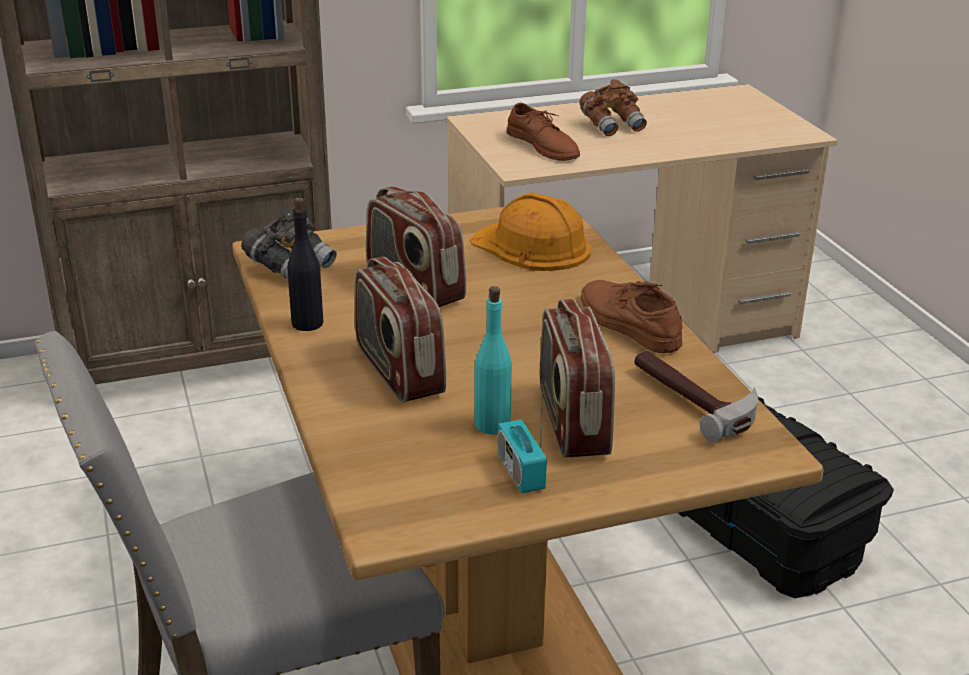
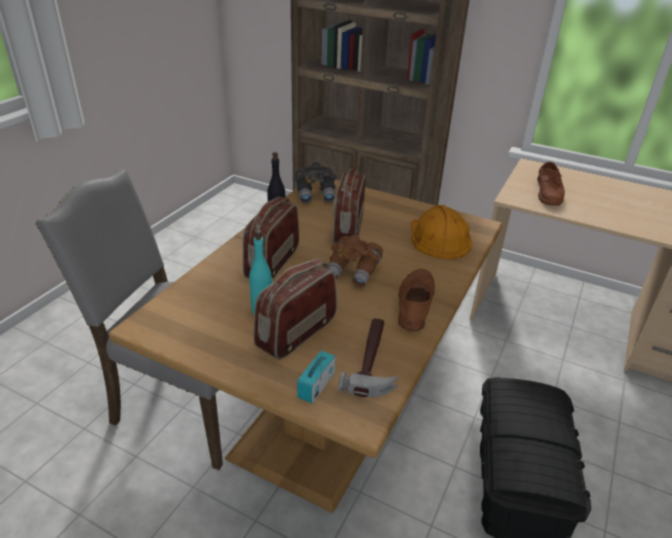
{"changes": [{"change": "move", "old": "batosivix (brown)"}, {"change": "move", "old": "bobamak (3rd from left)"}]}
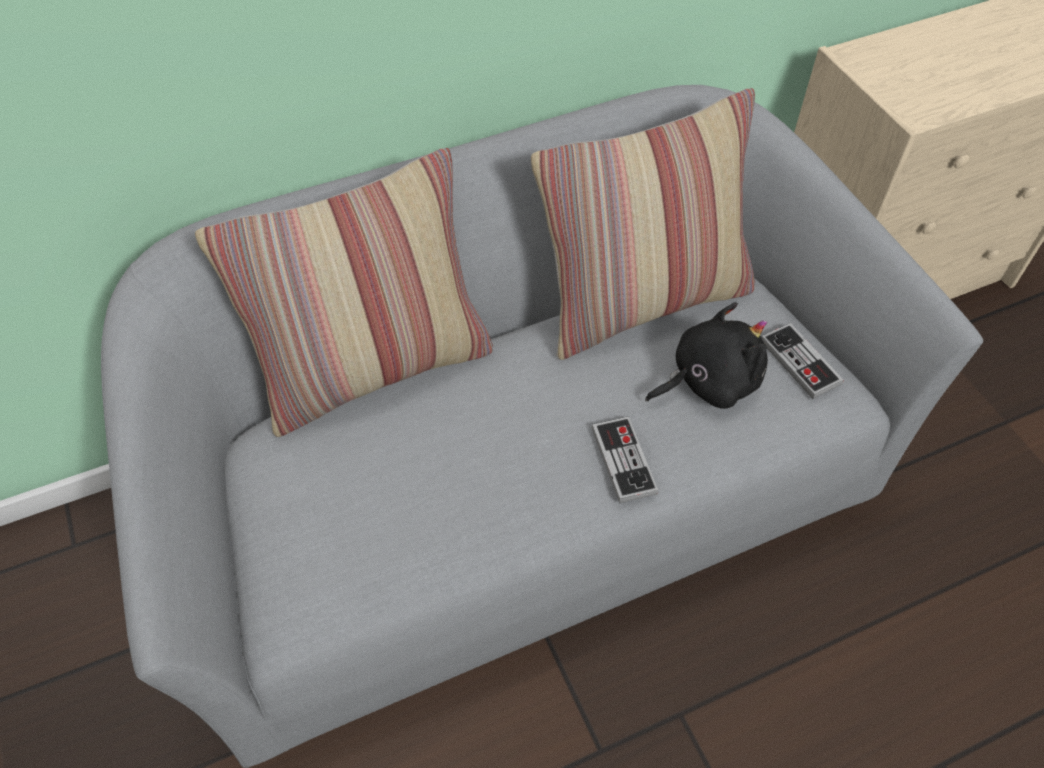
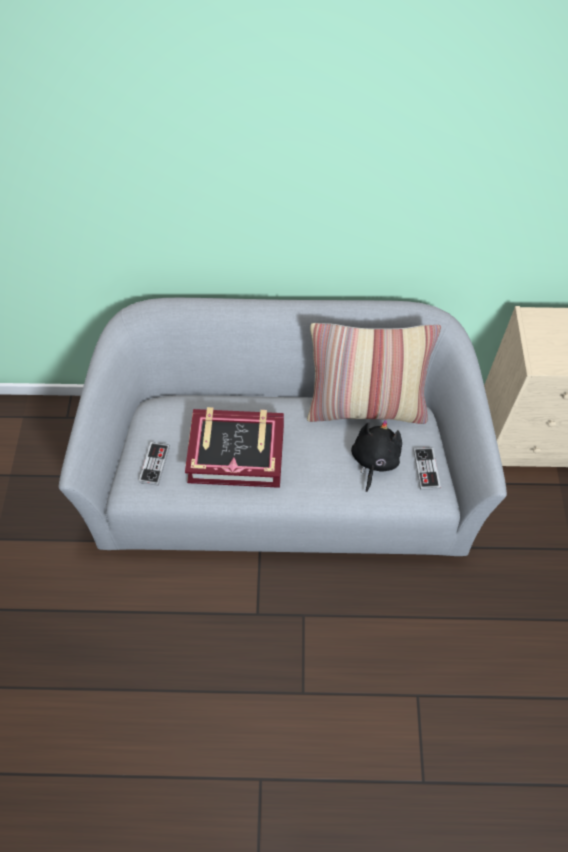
{"changes": [{"change": "delete", "old": "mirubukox (1st from left)"}, {"change": "rotate", "old": "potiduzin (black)", "degrees": -75}, {"change": "move", "old": "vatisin (1st from left)"}, {"change": "insert", "new": "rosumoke"}]}
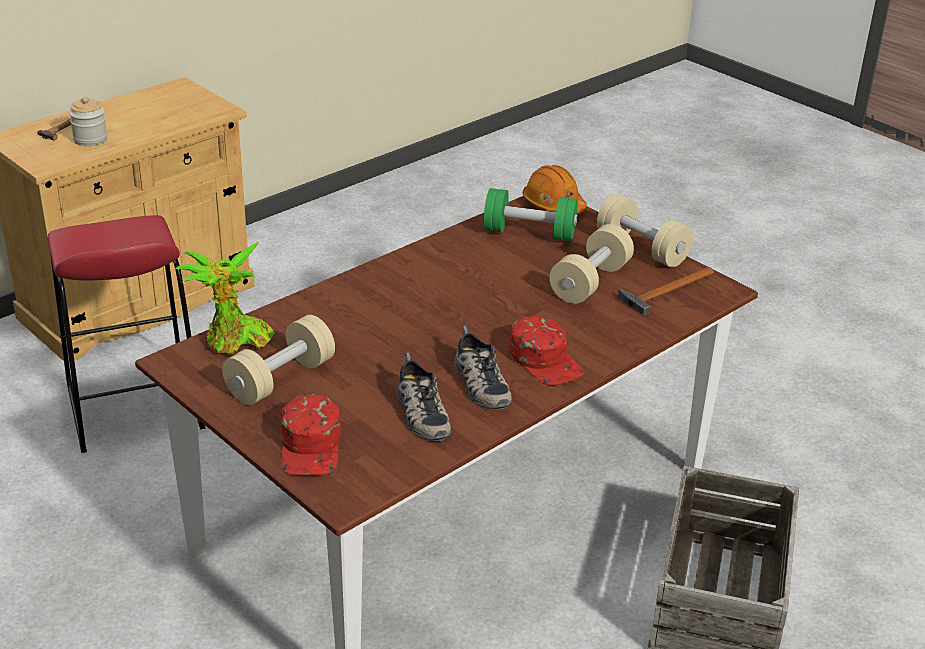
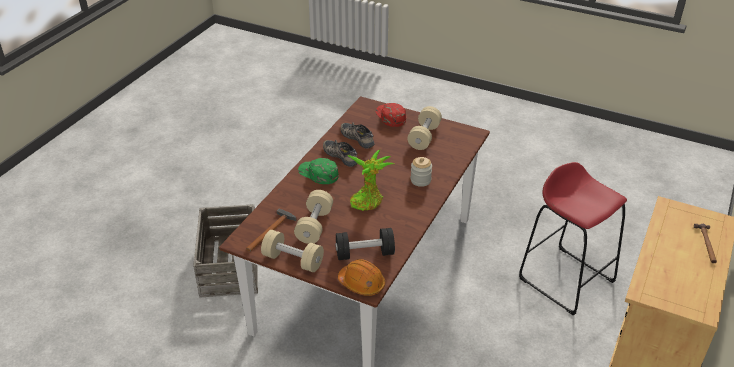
{"changes": [{"change": "move", "old": "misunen"}, {"change": "recolor", "old": "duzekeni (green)", "new": "duzekeni (black)"}, {"change": "move", "old": "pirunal"}, {"change": "recolor", "old": "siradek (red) (2nd from left)", "new": "siradek (green)"}]}
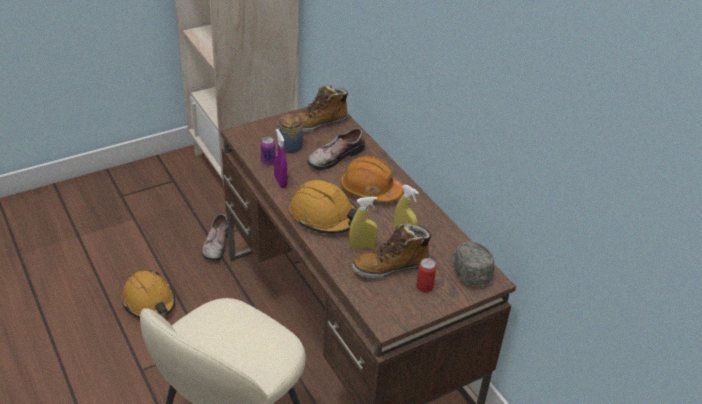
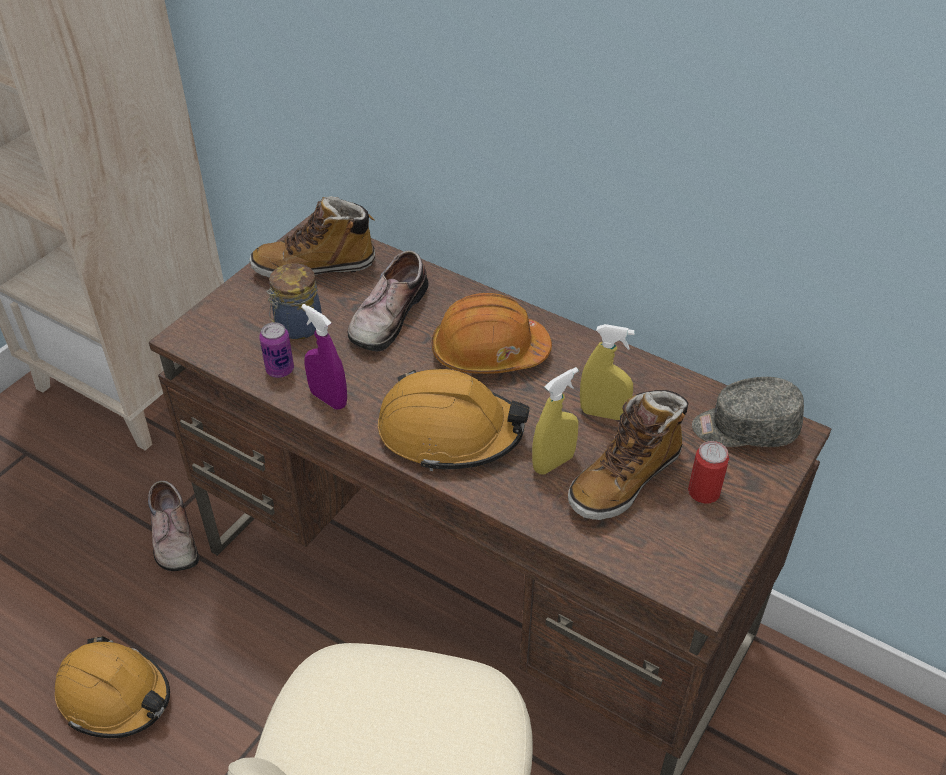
{"changes": [{"change": "rotate", "old": "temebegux (1st from left)", "degrees": 45}, {"change": "rotate", "old": "siradek (grey)", "degrees": -45}]}
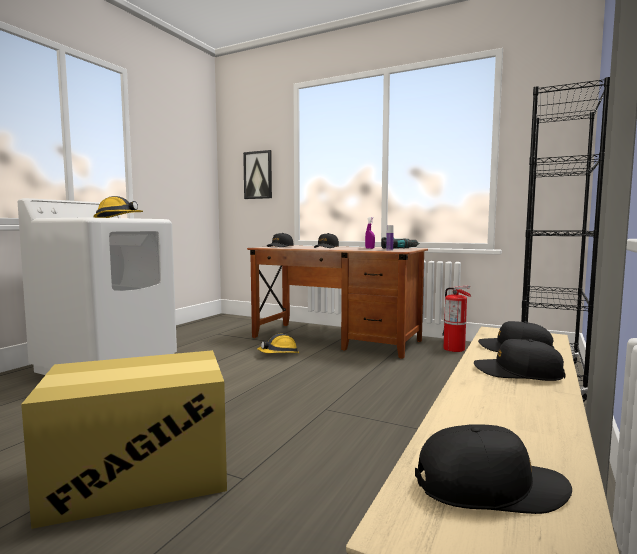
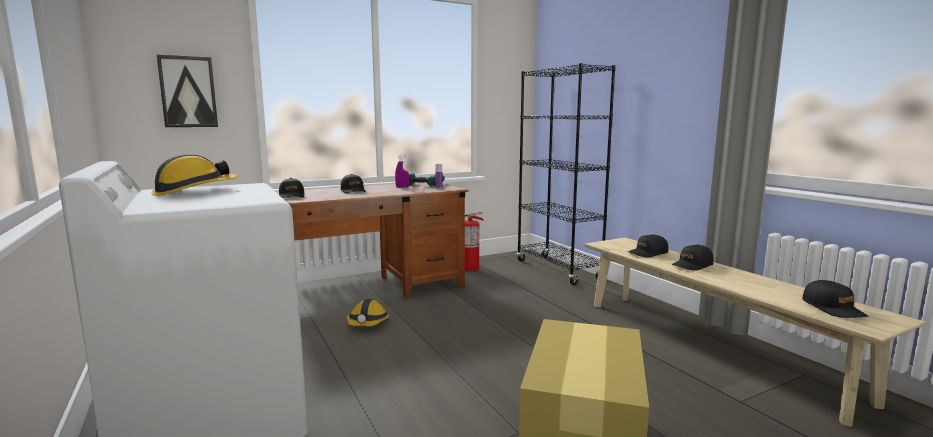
{"changes": [{"change": "rotate", "old": "siradek (black) (3rd from left in the first image)", "degrees": 135}]}
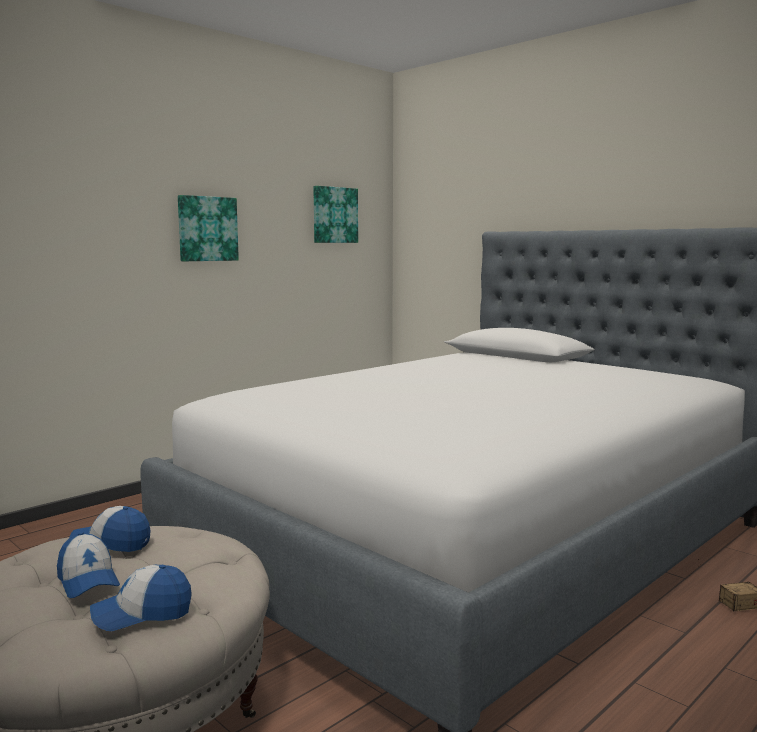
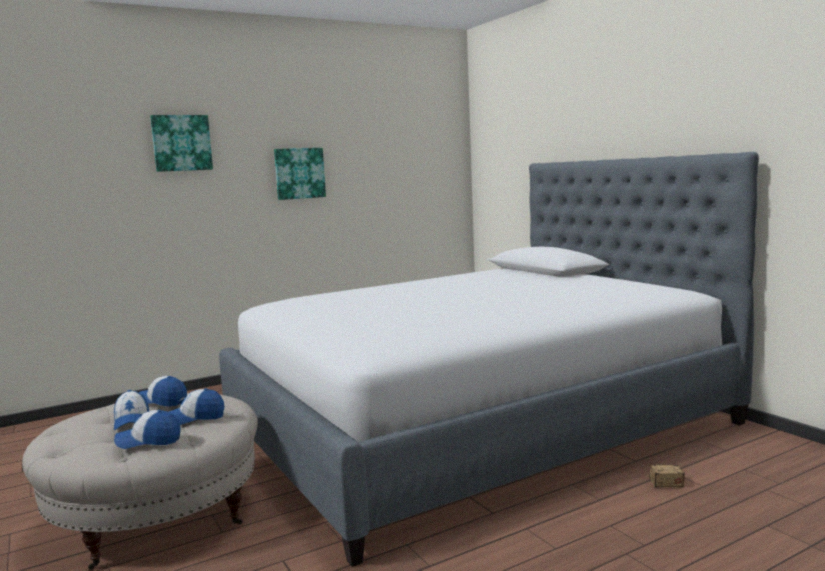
{"changes": [{"change": "move", "old": "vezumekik (2nd from left in the first image)", "new": "vezumekik (1st from left)"}, {"change": "insert", "new": "siradek (4th from left)"}]}
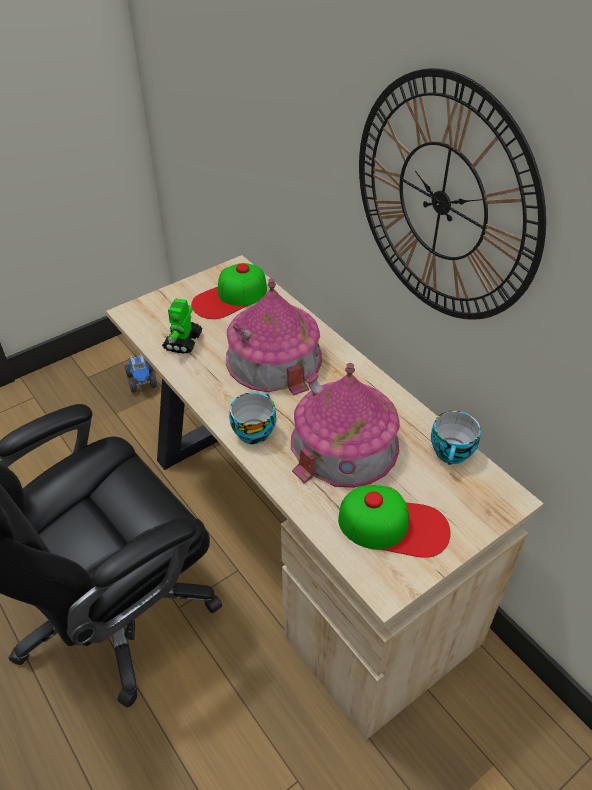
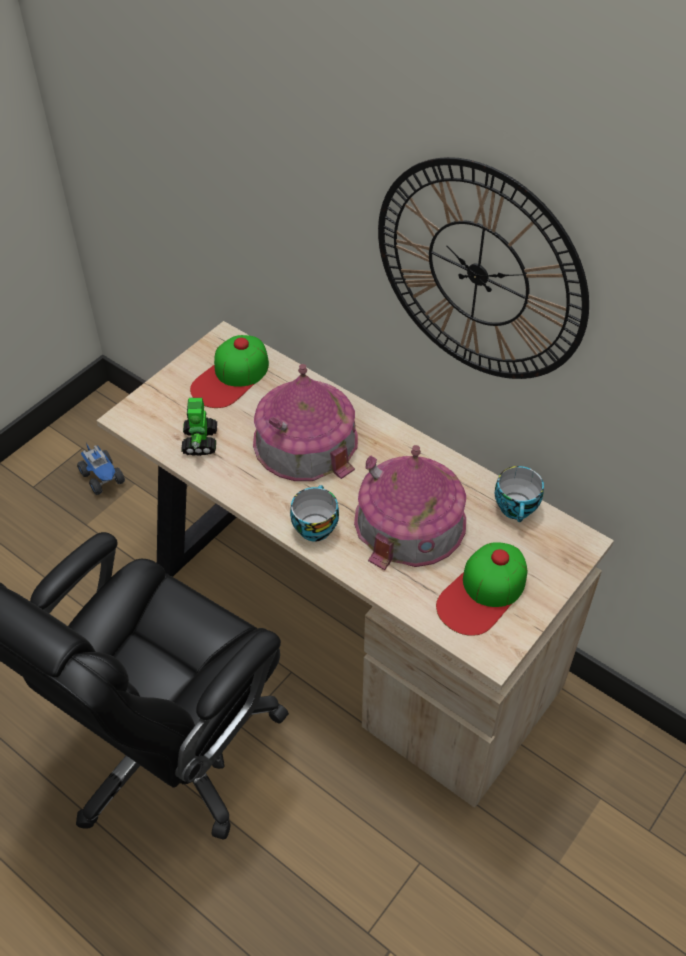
{"changes": [{"change": "rotate", "old": "siradek (2nd from left)", "degrees": 135}]}
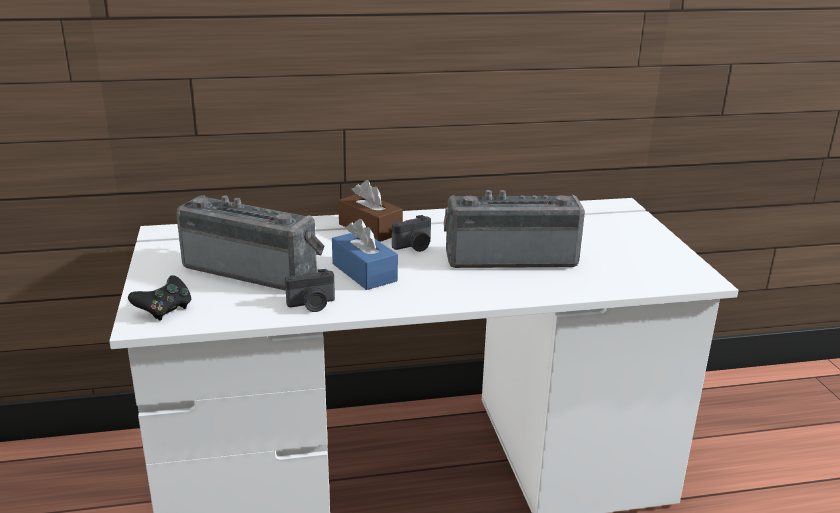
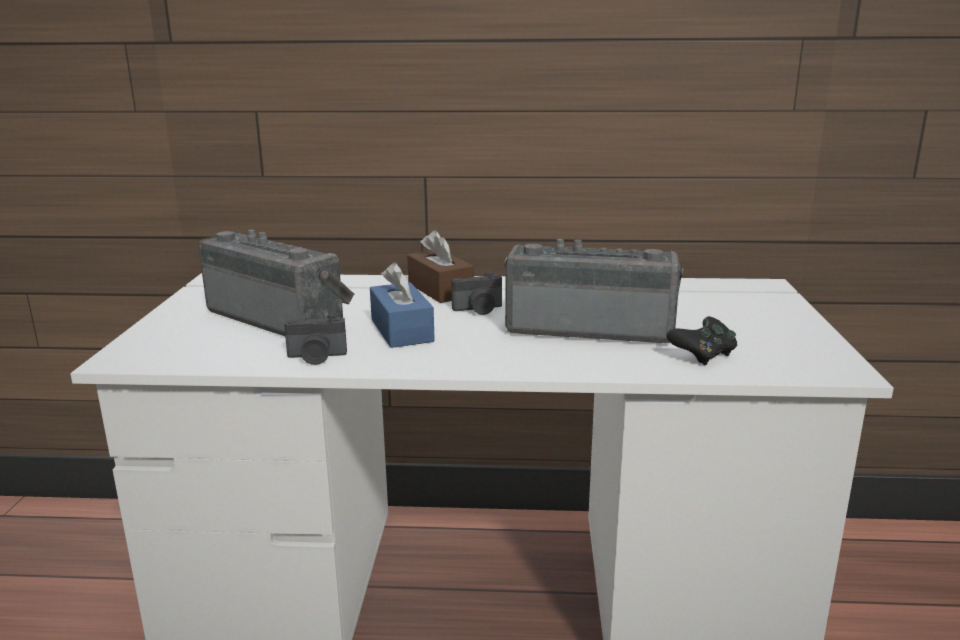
{"changes": [{"change": "move", "old": "vatisin (black)"}]}
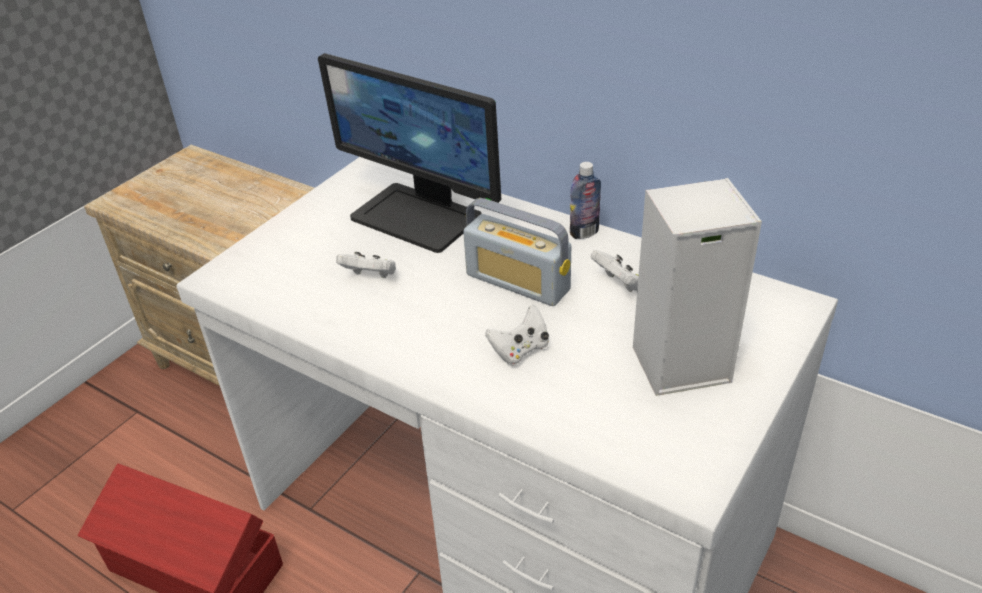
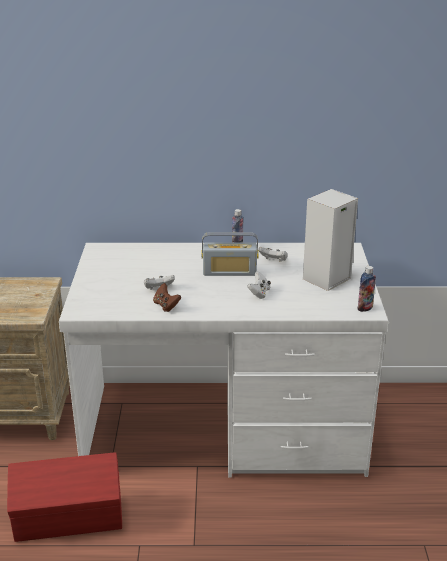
{"changes": [{"change": "delete", "old": "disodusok"}, {"change": "insert", "new": "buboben (2nd from left)"}, {"change": "insert", "new": "vatisin (brown)"}]}
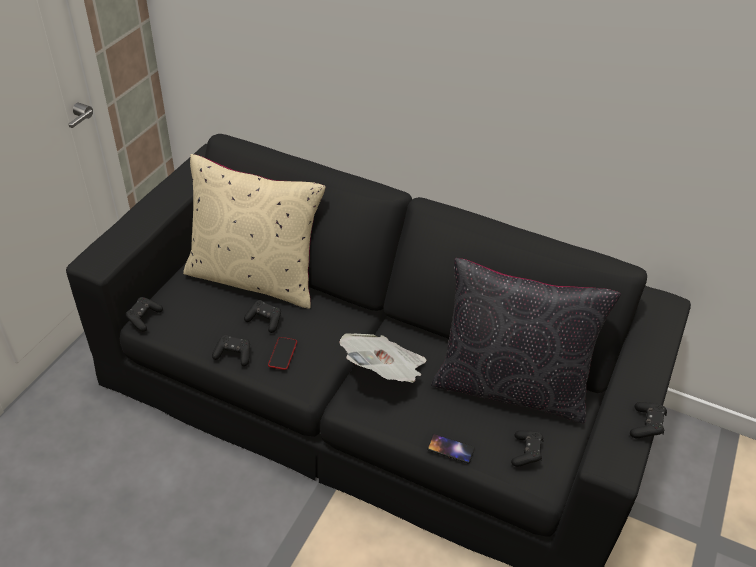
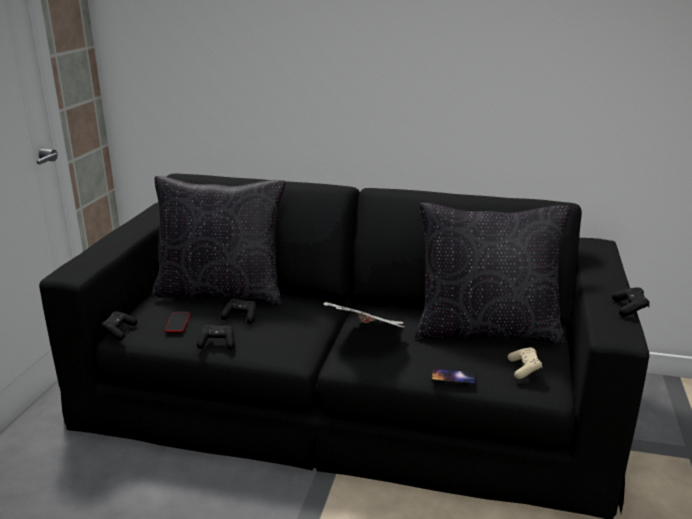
{"changes": [{"change": "recolor", "old": "mirubukox (beige)", "new": "mirubukox (black) (1st from left)"}, {"change": "move", "old": "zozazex (1st from left)"}, {"change": "recolor", "old": "vatisin (black) (4th from left)", "new": "vatisin (beige)"}]}
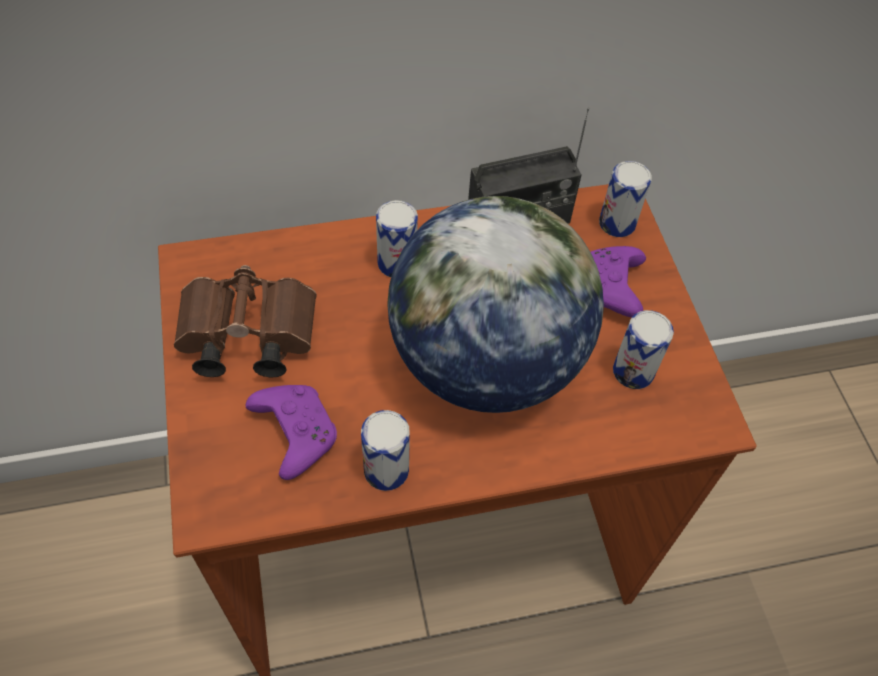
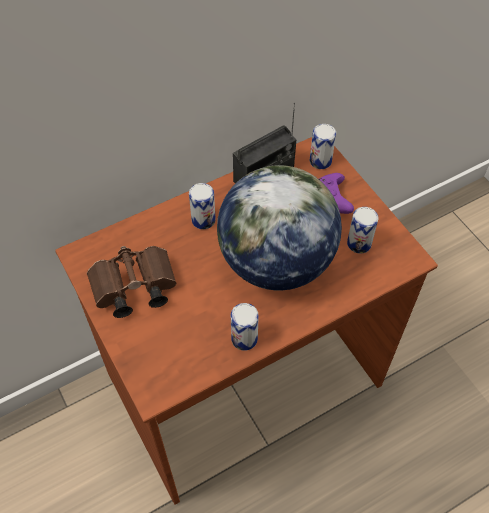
{"changes": [{"change": "delete", "old": "vatisin (purple) (1st from left)"}]}
